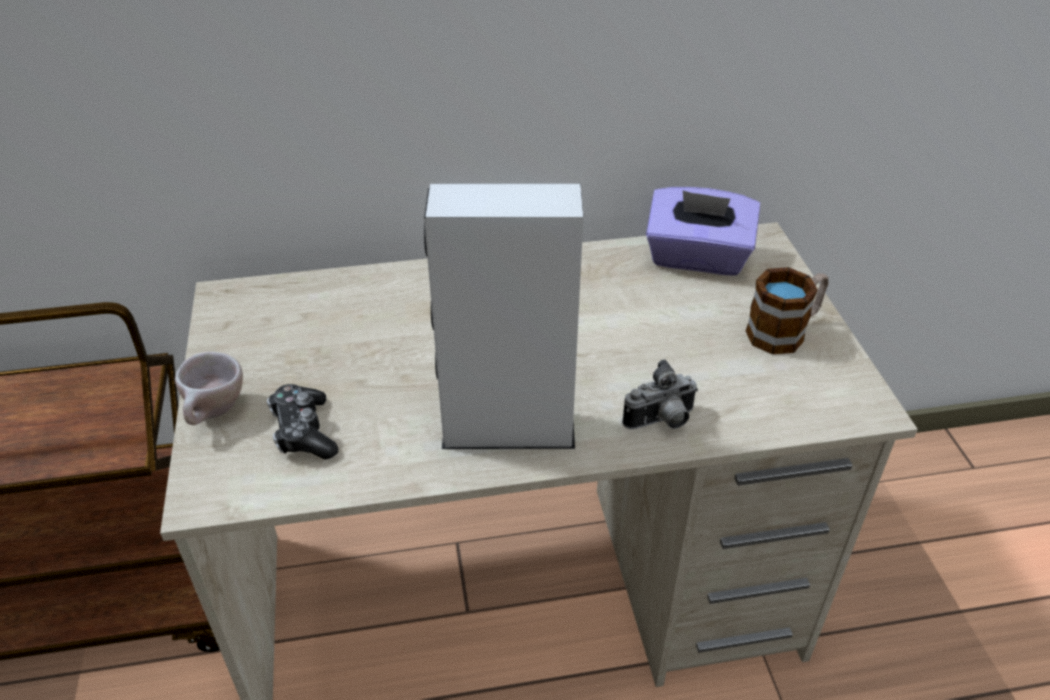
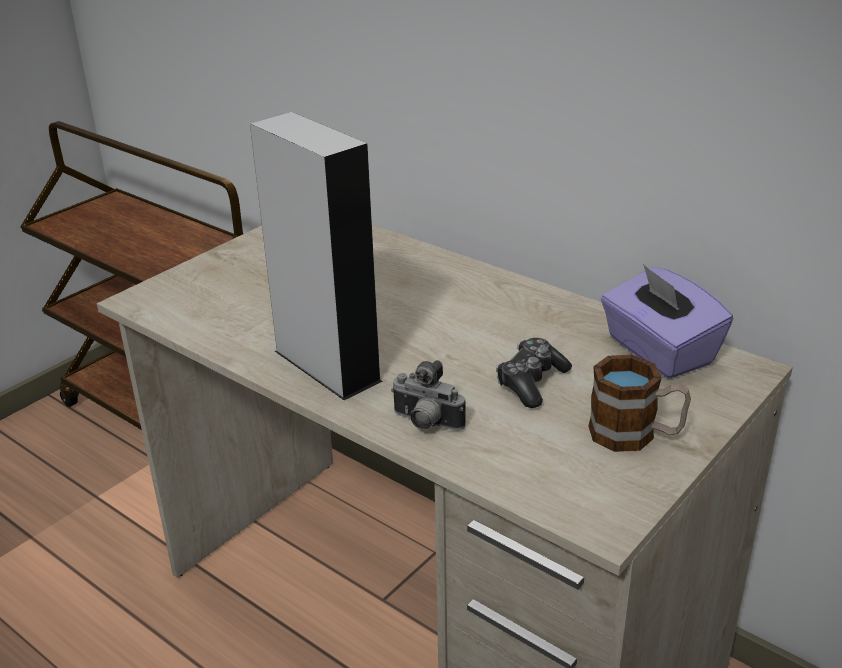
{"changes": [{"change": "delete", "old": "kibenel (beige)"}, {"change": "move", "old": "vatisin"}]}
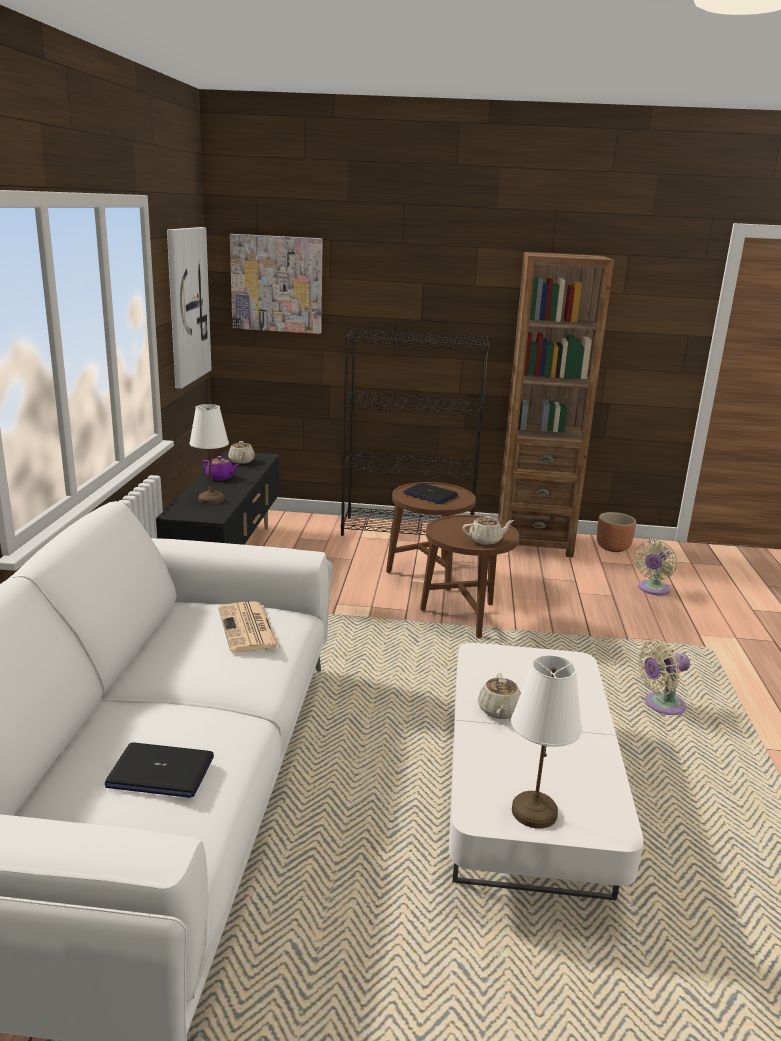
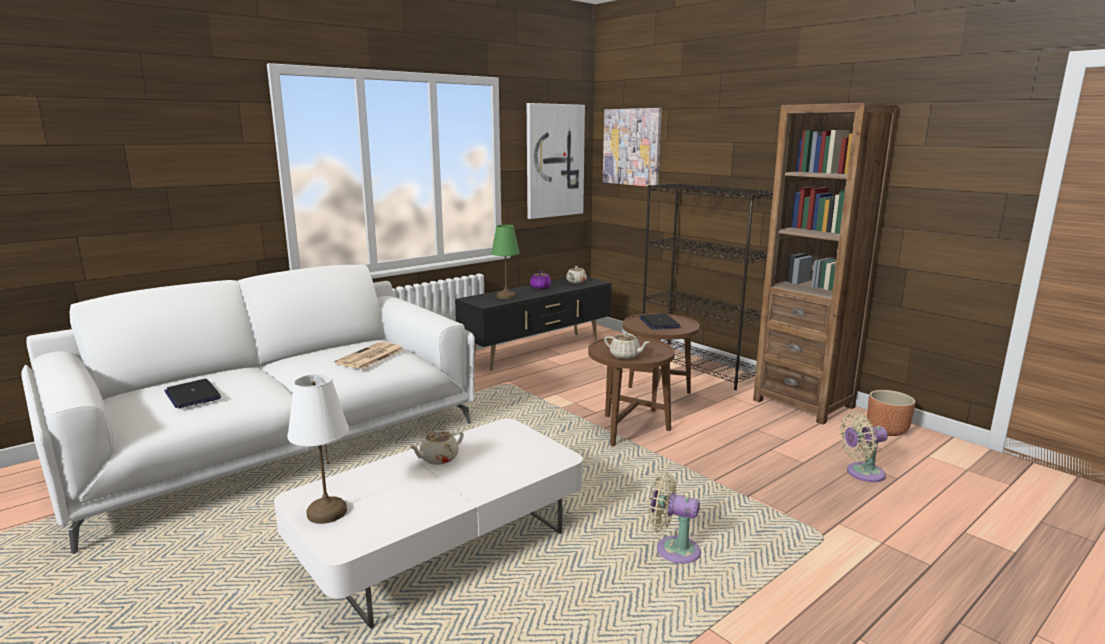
{"changes": [{"change": "recolor", "old": "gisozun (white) (1st from left)", "new": "gisozun (green)"}]}
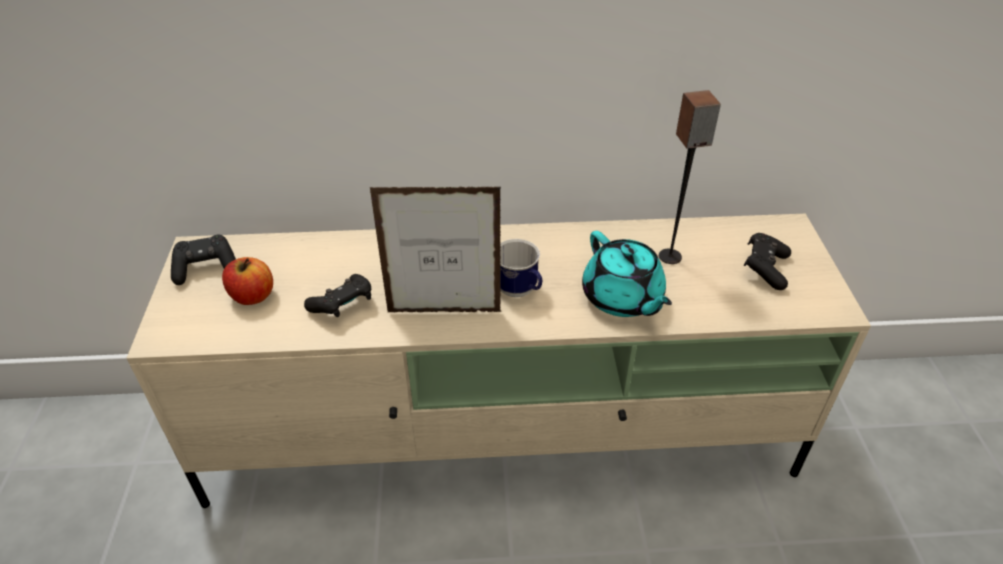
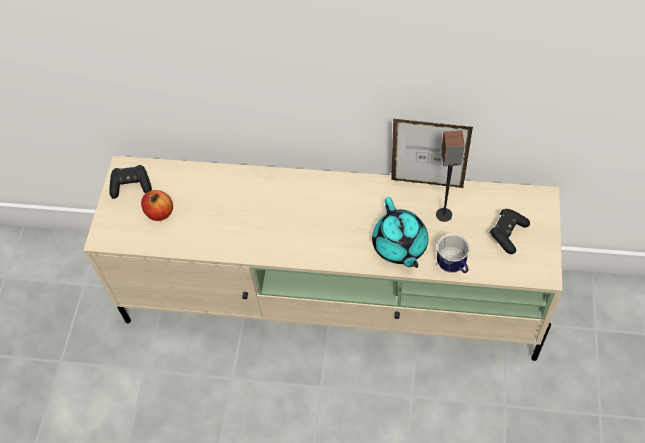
{"changes": [{"change": "move", "old": "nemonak"}, {"change": "move", "old": "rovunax"}, {"change": "delete", "old": "vatisin (black) (2nd from left)"}]}
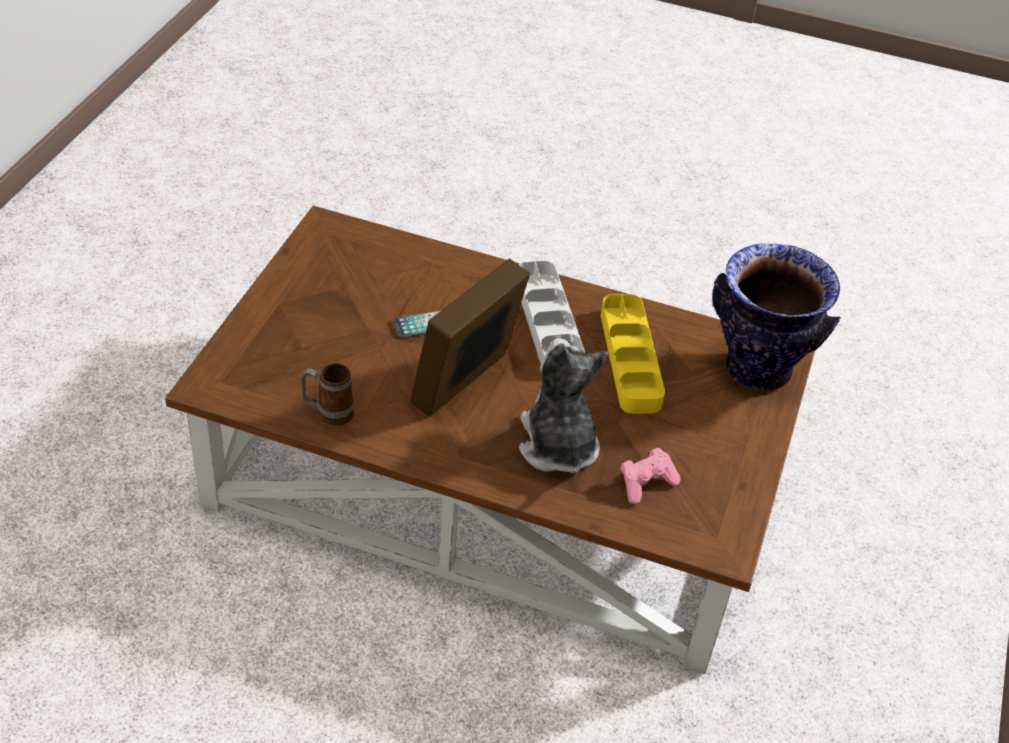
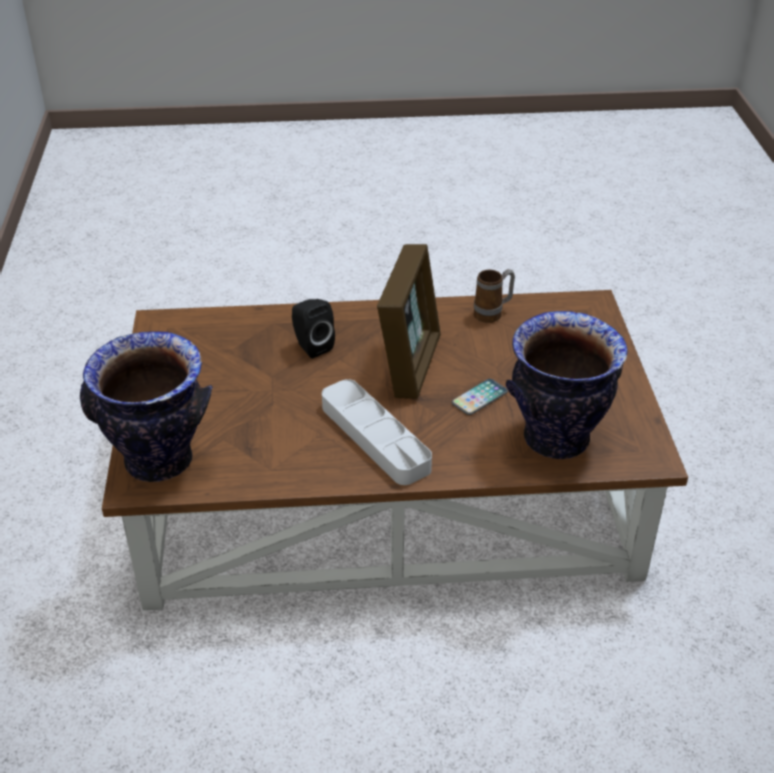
{"changes": [{"change": "delete", "old": "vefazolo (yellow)"}, {"change": "replace", "old": "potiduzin", "new": "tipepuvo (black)"}, {"change": "delete", "old": "vatisin (pink)"}, {"change": "insert", "new": "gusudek (2nd from left)"}]}
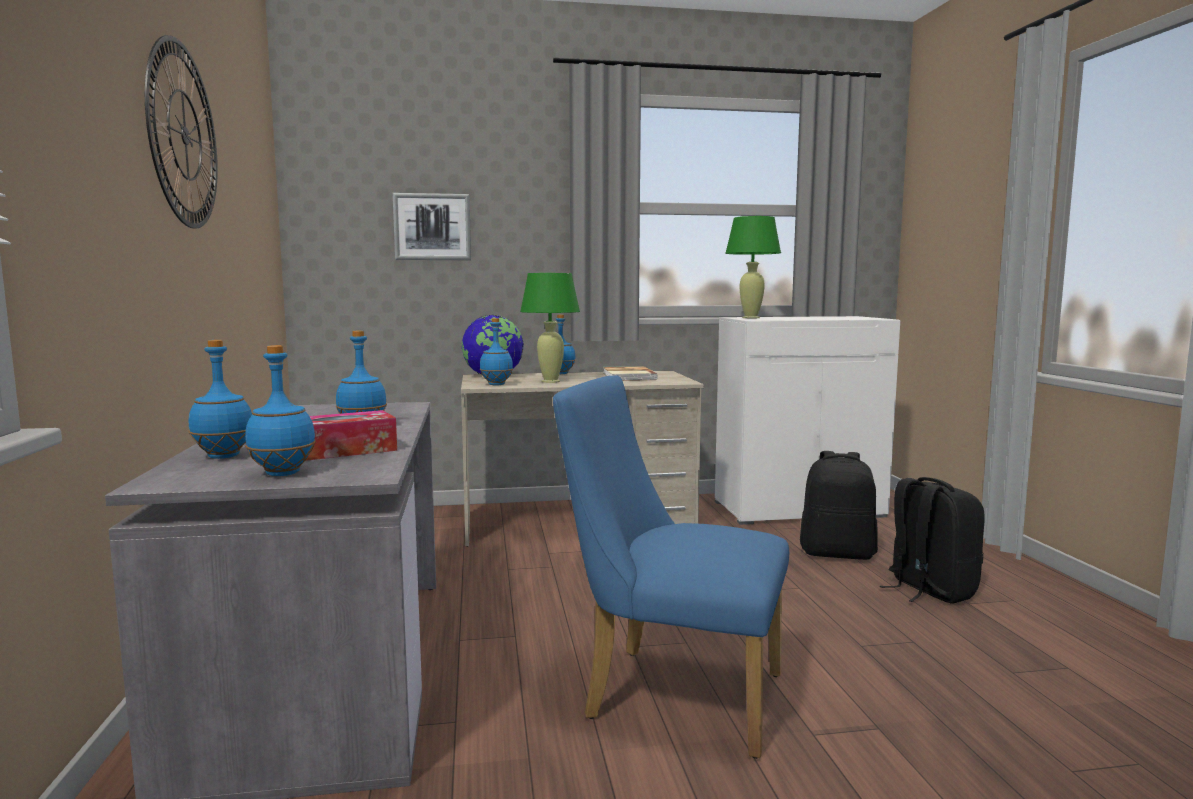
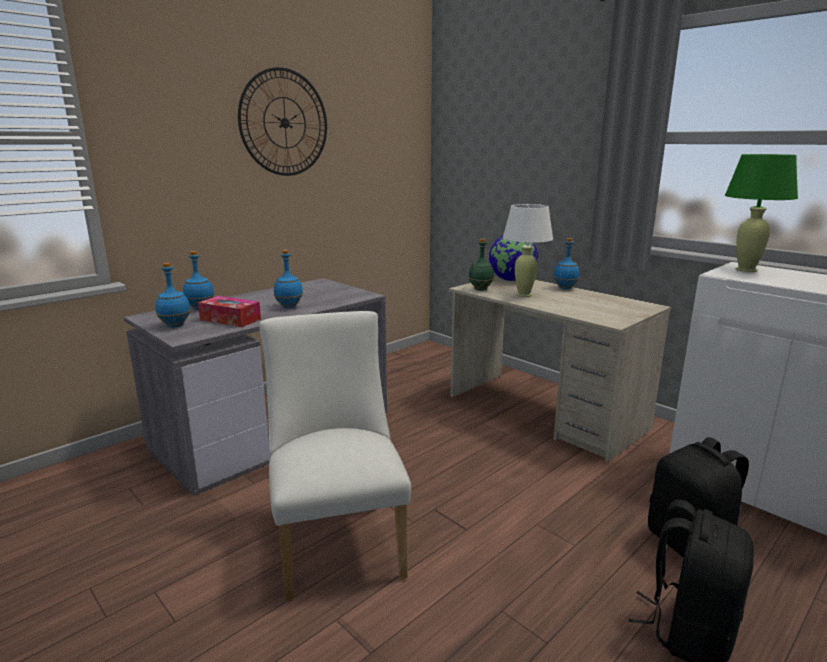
{"changes": [{"change": "delete", "old": "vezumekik"}, {"change": "recolor", "old": "gisozun (green) (1st from left)", "new": "gisozun (white)"}, {"change": "recolor", "old": "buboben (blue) (4th from left)", "new": "buboben (green)"}, {"change": "delete", "old": "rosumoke"}, {"change": "recolor", "old": "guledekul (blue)", "new": "guledekul (white)"}]}
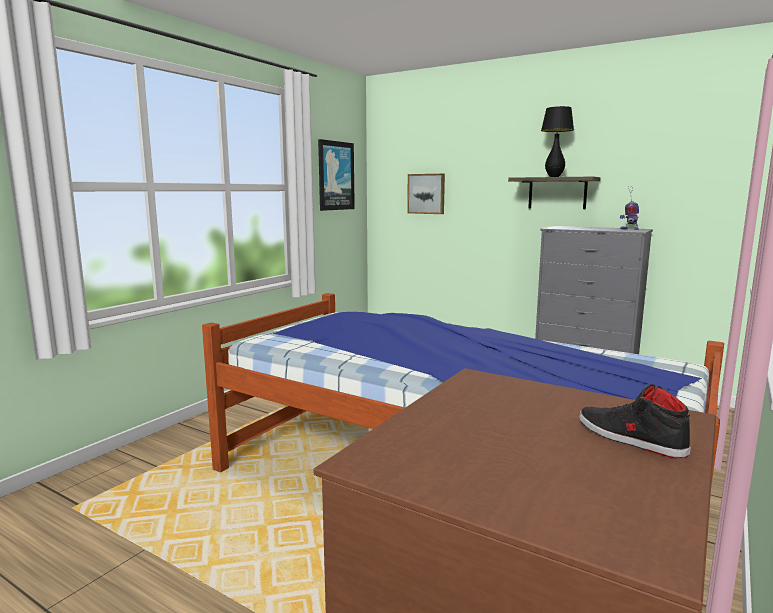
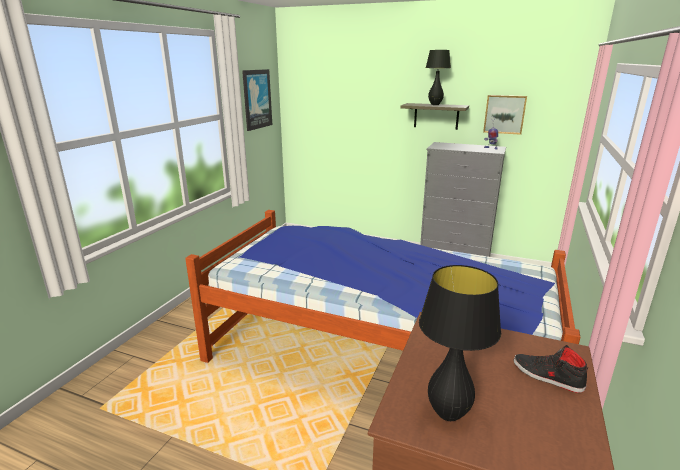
{"changes": [{"change": "move", "old": "vezumekik (2nd from left)"}, {"change": "insert", "new": "gisozun (black) (2nd from left)"}]}
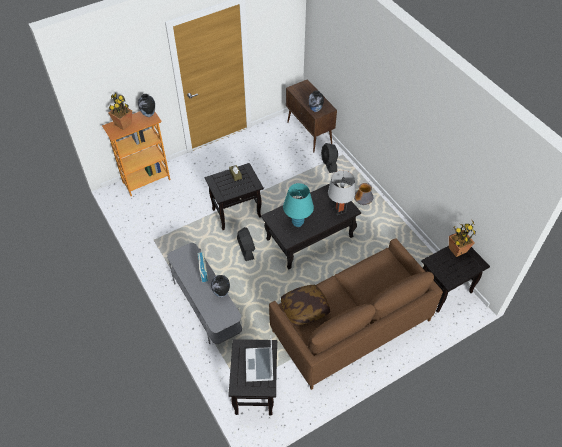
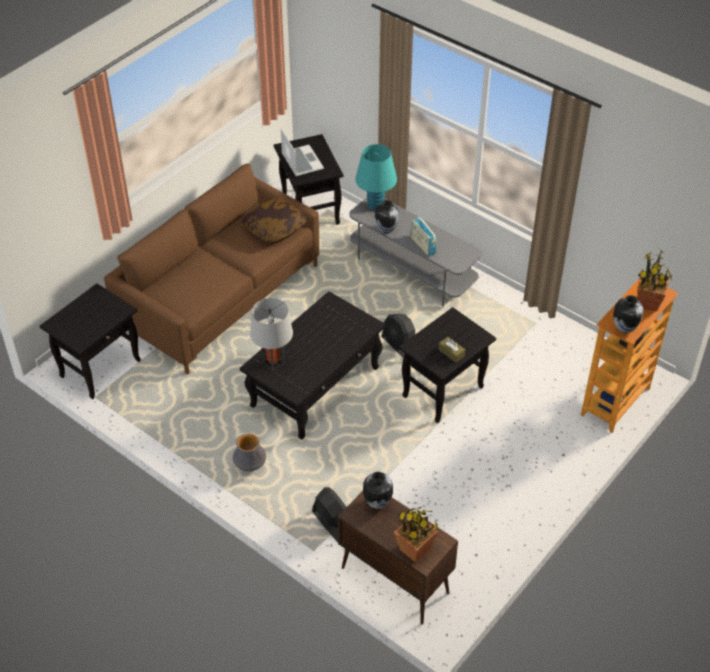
{"changes": [{"change": "move", "old": "gisozun (turquoise)"}, {"change": "move", "old": "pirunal (2nd from left in the first image)", "new": "pirunal (1st from left)"}]}
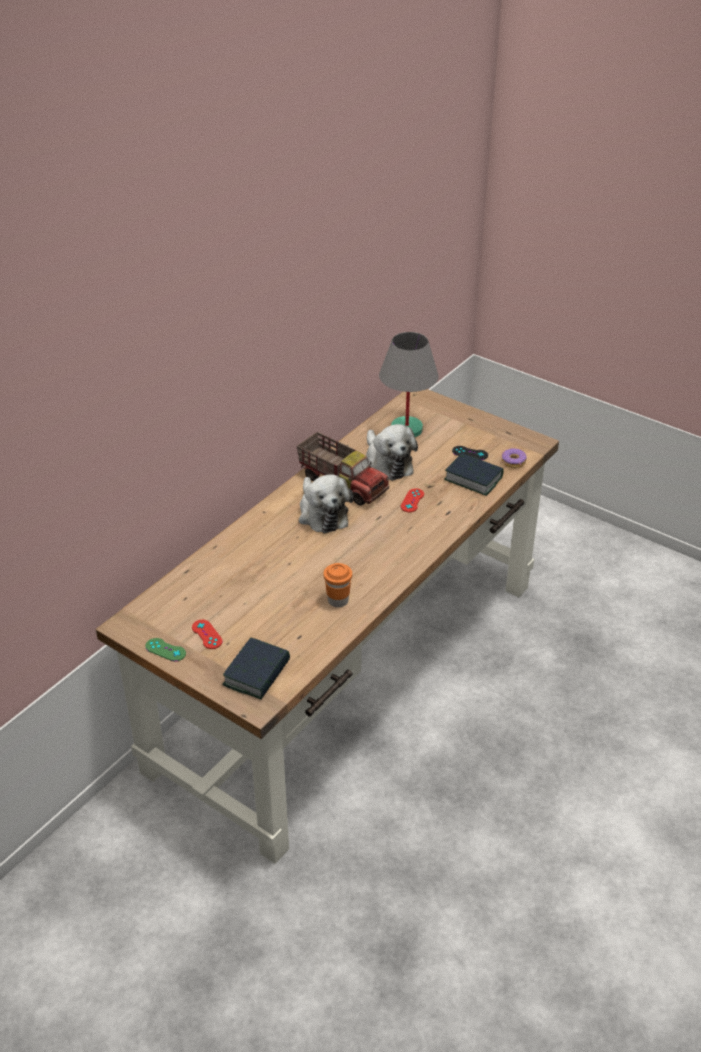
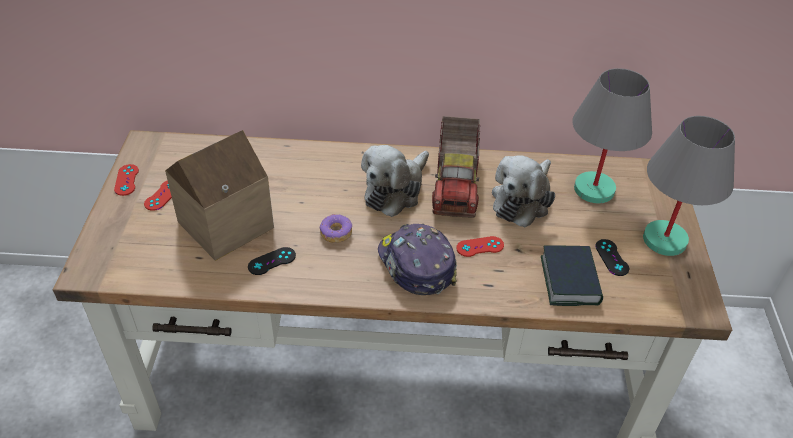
{"changes": [{"change": "move", "old": "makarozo"}, {"change": "replace", "old": "kibenel (orange)", "new": "vatisin (black) (1st from left)"}, {"change": "recolor", "old": "vatisin (green)", "new": "vatisin (red) (1st from left)"}, {"change": "delete", "old": "rosumoke (1st from left)"}, {"change": "insert", "new": "gisozun (grey) (2nd from left)"}, {"change": "insert", "new": "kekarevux"}, {"change": "insert", "new": "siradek"}]}
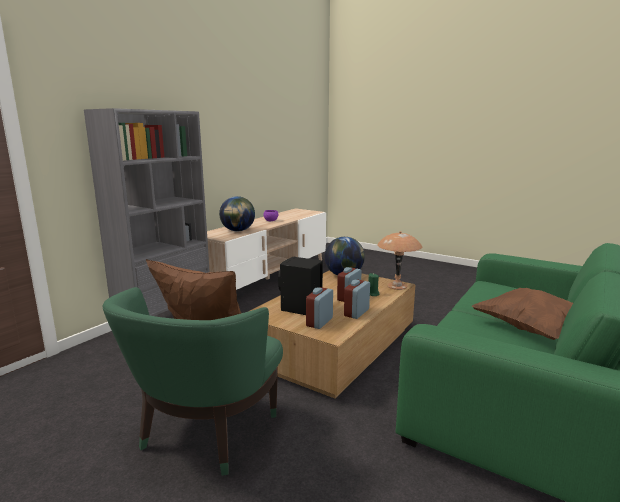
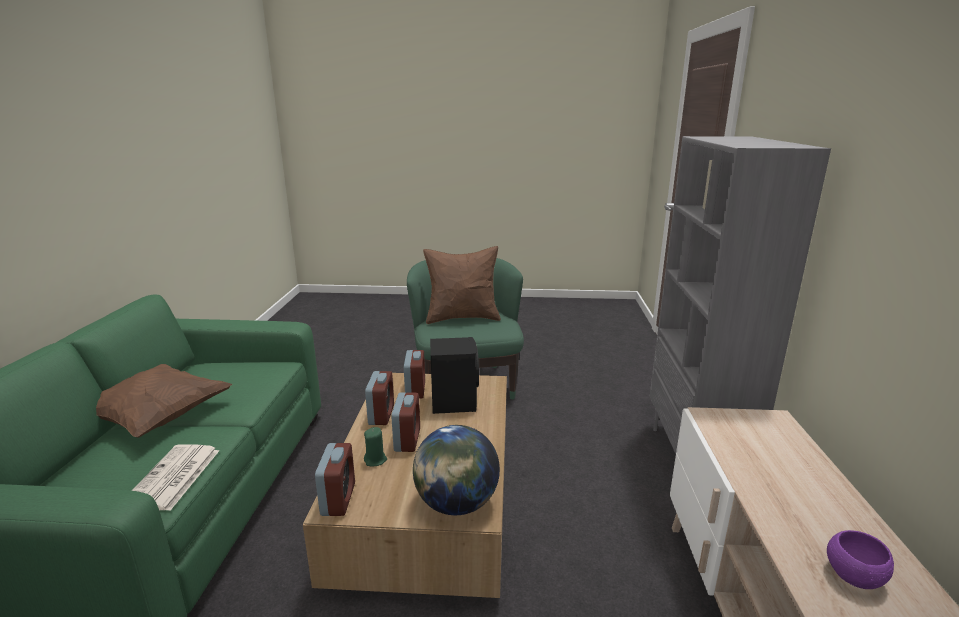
{"changes": [{"change": "delete", "old": "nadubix (1st from left)"}, {"change": "replace", "old": "gisozun (brown)", "new": "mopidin (1st from left)"}, {"change": "insert", "new": "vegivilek"}]}
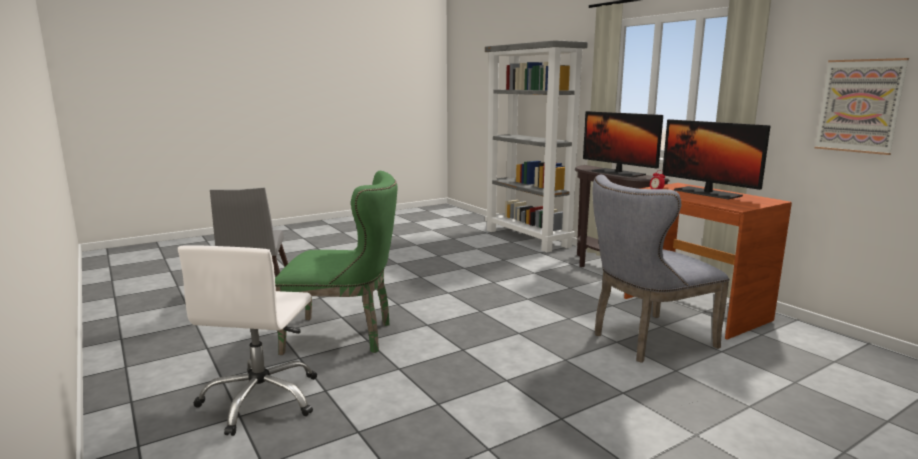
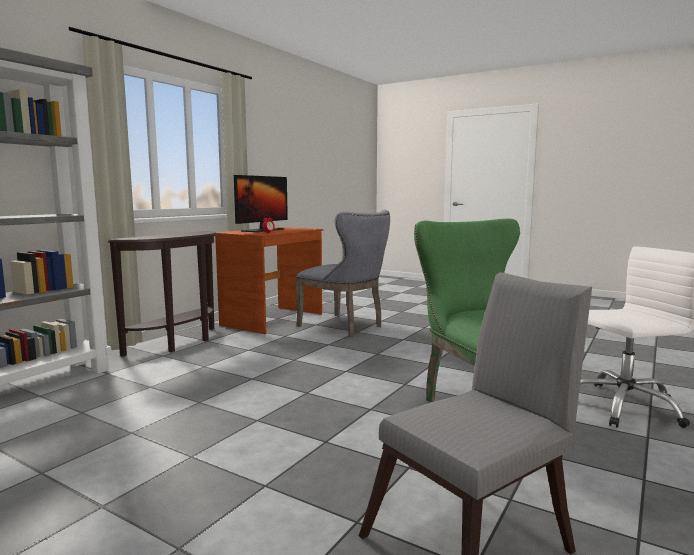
{"changes": [{"change": "delete", "old": "vezumekik"}, {"change": "delete", "old": "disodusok (1st from left)"}]}
